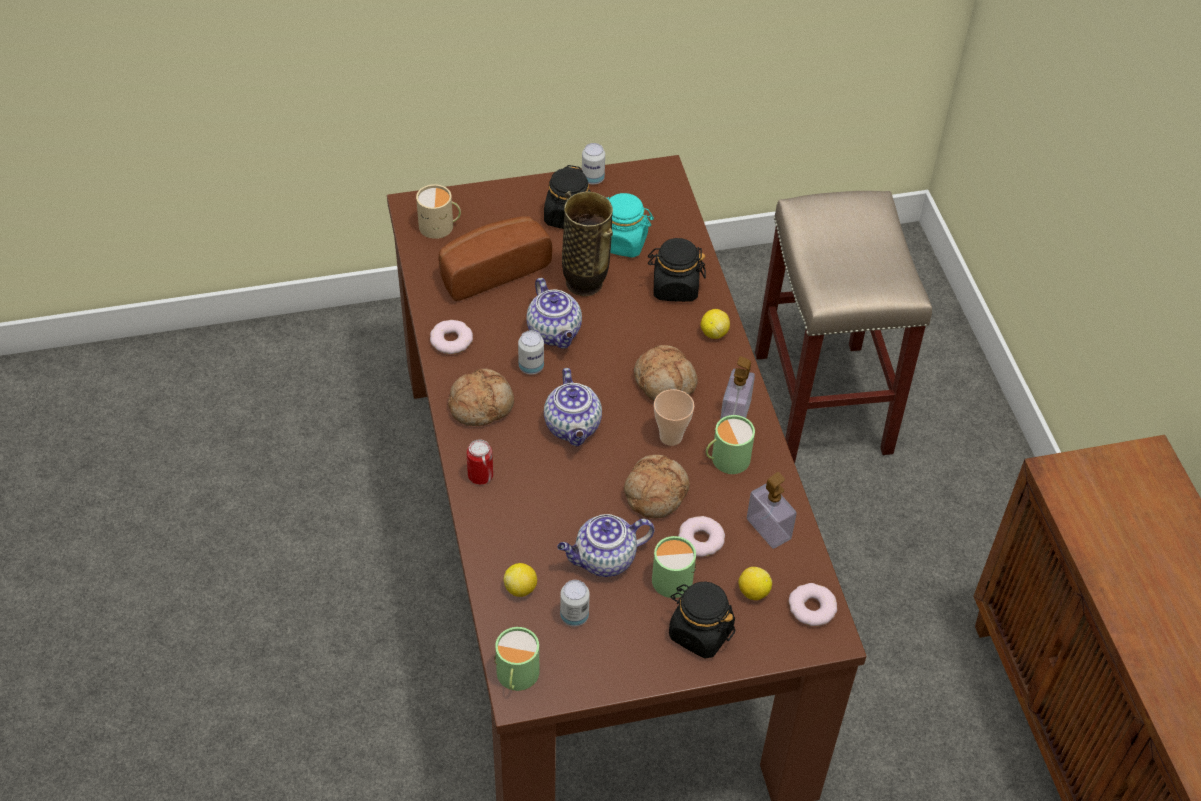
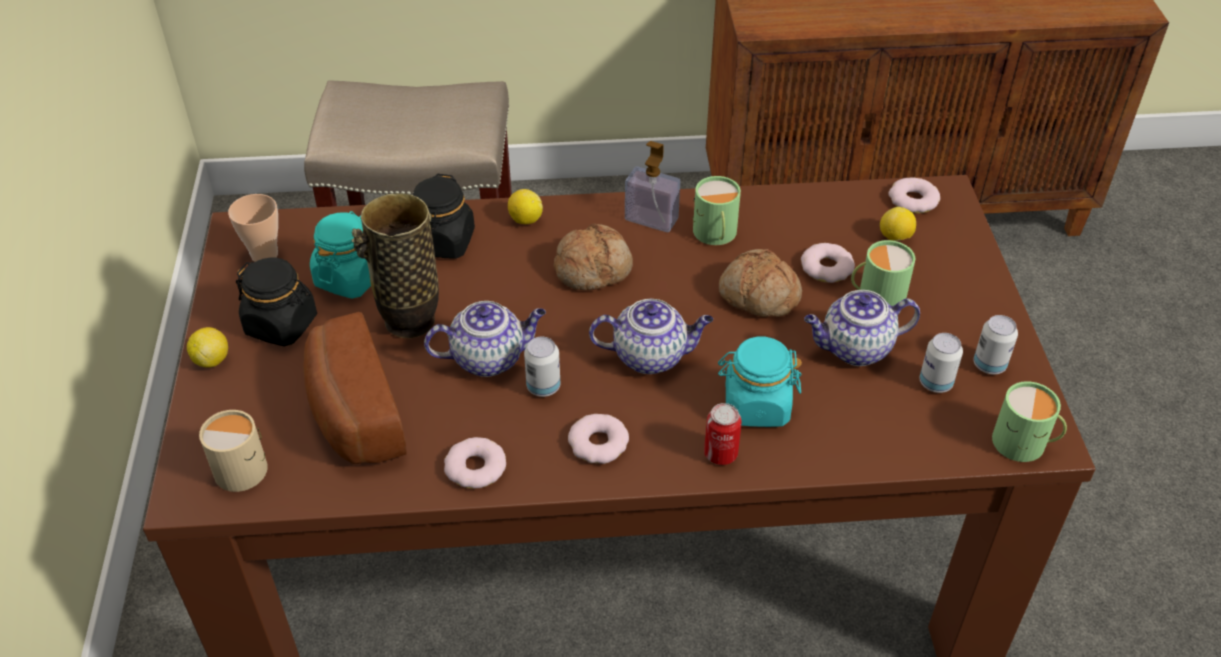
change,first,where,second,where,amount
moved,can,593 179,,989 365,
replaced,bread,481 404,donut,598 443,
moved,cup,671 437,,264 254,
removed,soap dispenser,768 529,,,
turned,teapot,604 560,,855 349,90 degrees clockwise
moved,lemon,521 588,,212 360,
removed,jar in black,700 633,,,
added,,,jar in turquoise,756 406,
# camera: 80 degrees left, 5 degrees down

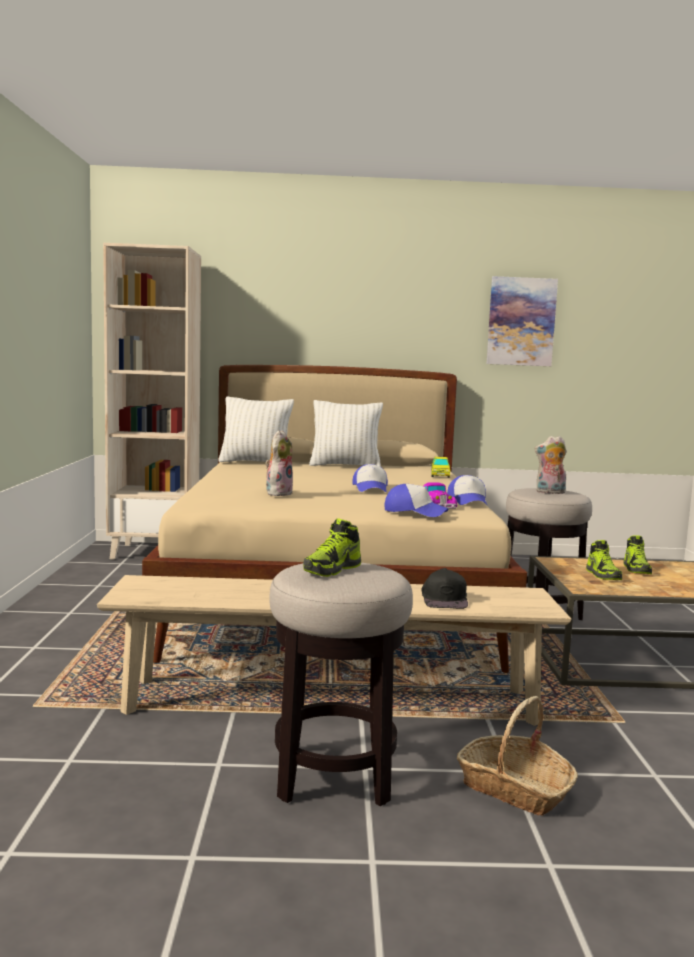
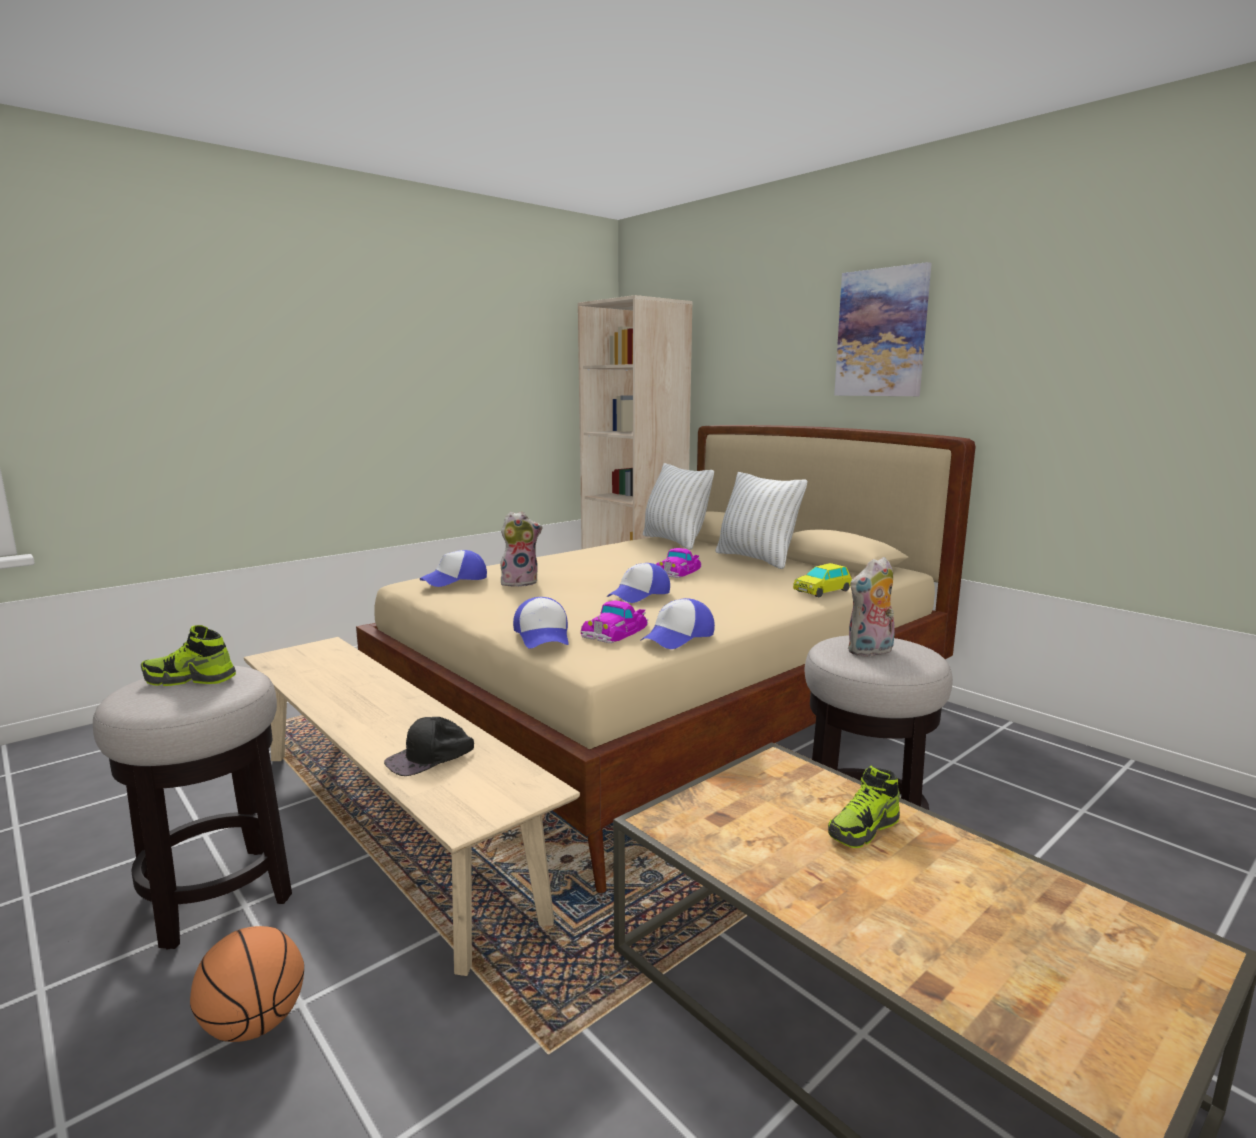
change,first,where,second,where,amount
moved,picture,521 321,,881 333,
turned,plush toy,550 492,,870 652,75 degrees counterclockwise
removed,shoe,603 575,,,
replaced,basket,515 788,basketball,254 1024,
added,,,toy car,678 571,
added,,,cap,455 580,
# camera: 50 degrees right, 5 degrees up

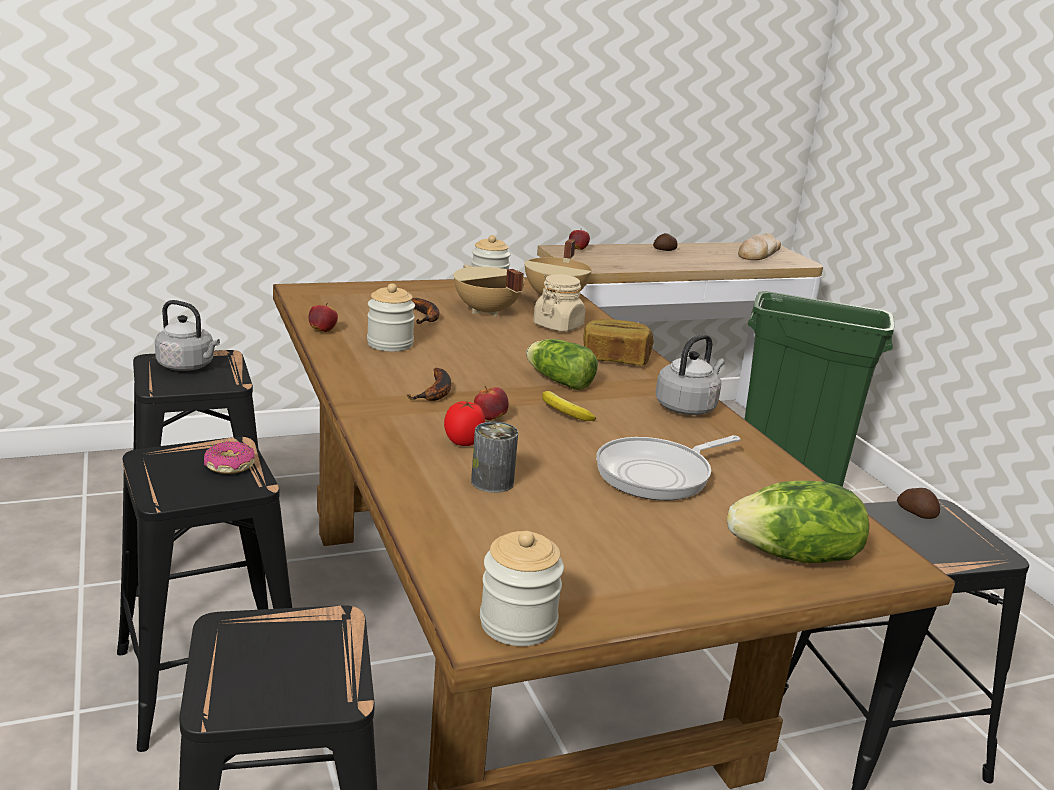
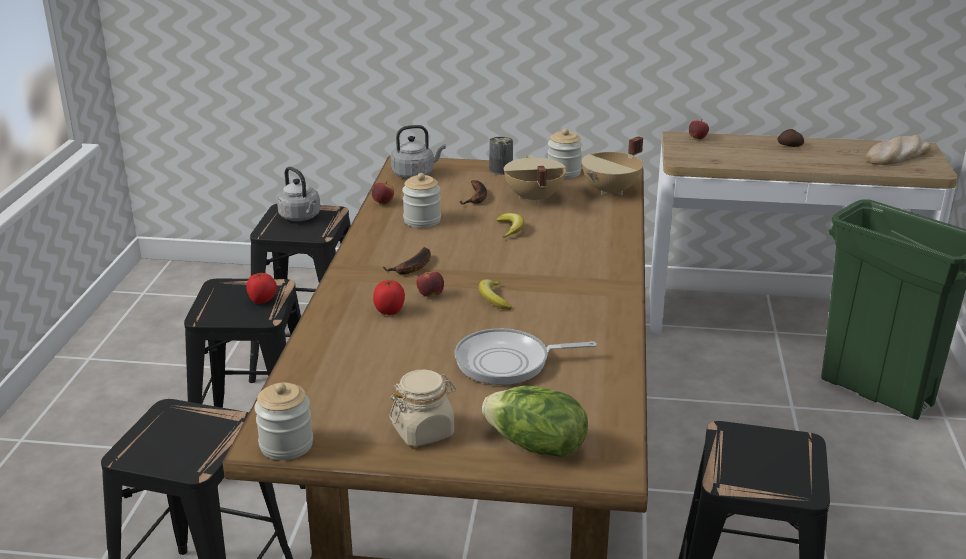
change,first,where,second,where,amount
moved,jar in beige,558 326,,423 431,
removed,bread,614 359,,,
moved,kettle in grey,687 407,,415 174,
removed,lettuce,557 380,,,
moved,can,492 482,,501 170,
replaced,donut,229 466,tomato,262 301,
removed,potato,916 513,,,
added,,,banana,510 229,
# camera: 30 degrees right, 5 degrees up

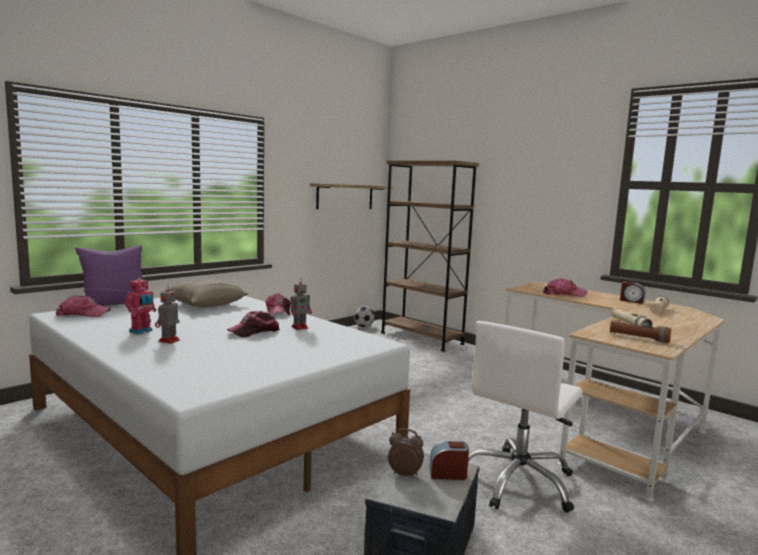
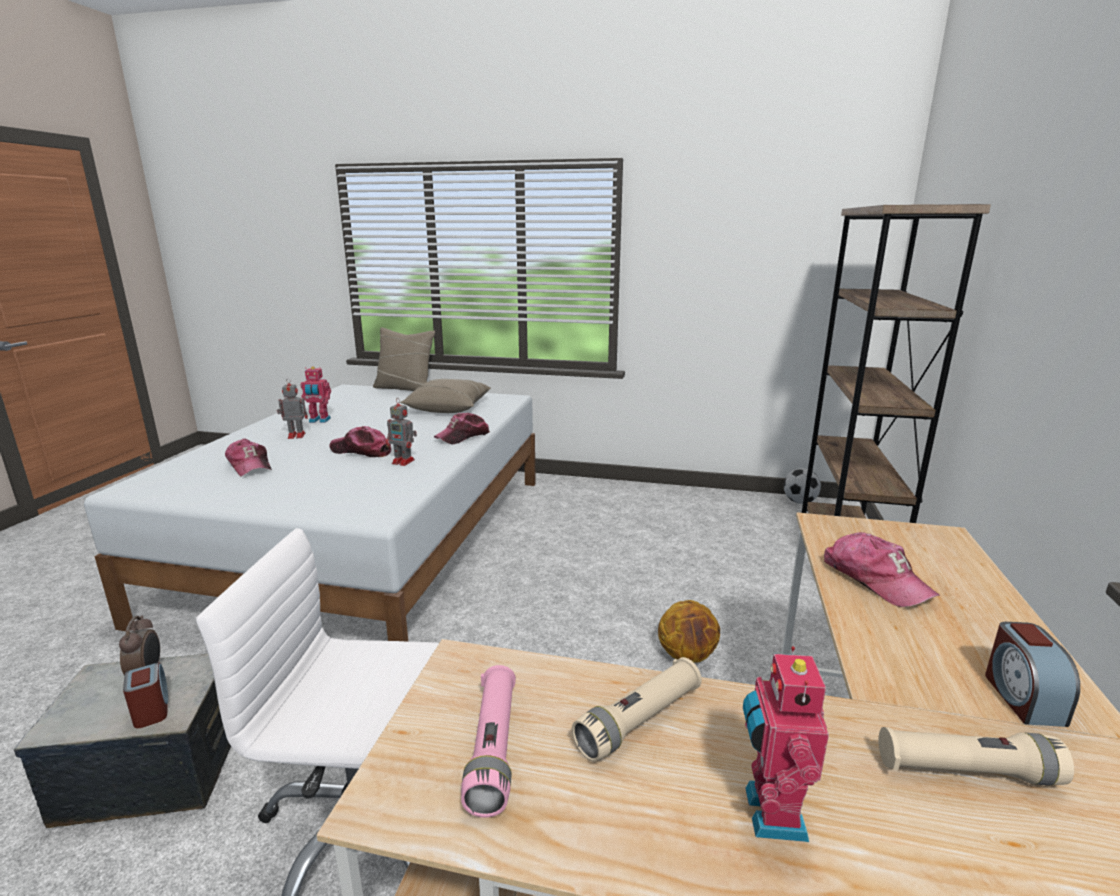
change,first,where,second,where,amount
removed,shelf,345 196,,,
recoloured,pillow in purple,115 303,pillow in beige,405 388,
moved,cap,83 314,,250 465,
recoloured,flashlight in brown,639 338,flashlight in pink,493 749,
added,,,basketball,687 656,
added,,,toy robot,770 813,
# camera: 60 degrees right, 10 degrees up

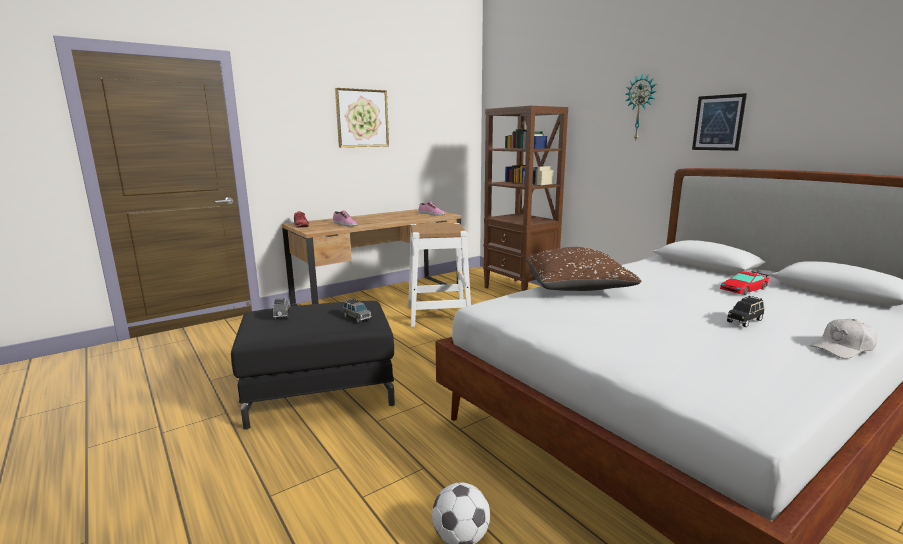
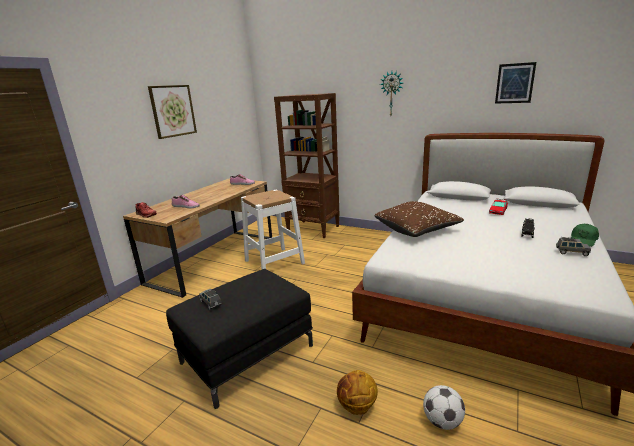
change,first,where,second,where,amount
moved,picture,718 123,,514 83,
moved,toy car in grey,356 318,,571 252,
recoloured,cap in white,842 348,cap in green,583 240,
added,,,basketball,357 406,
# camera: 25 degrees left, 5 degrees up

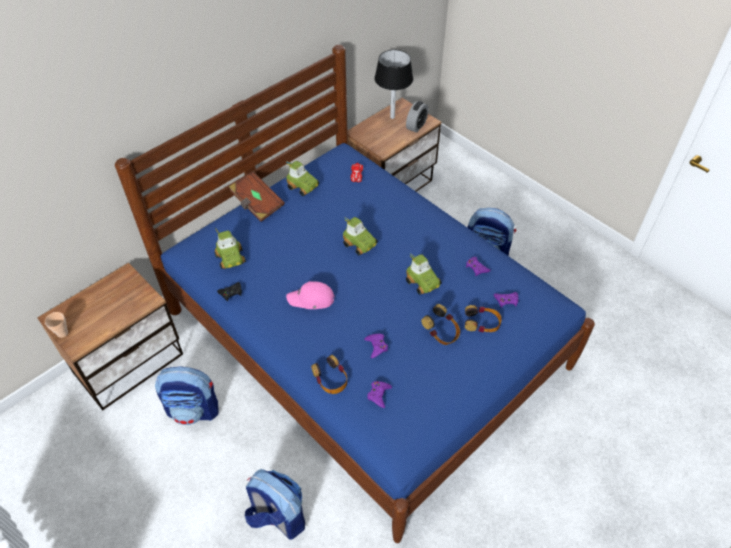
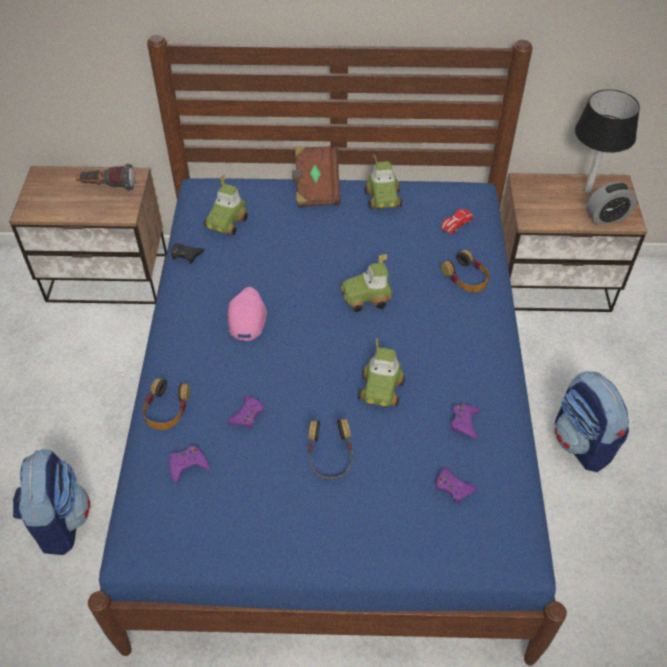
change,first,where,second,where,amount
turned,toy car,360 243,,366 298,75 degrees clockwise
turned,cap in pink,311 299,,246 317,45 degrees clockwise
moved,headphones,482 322,,466 277,
removed,cup,62 333,,,
removed,backpack,194 409,,,
added,,,flashlight,108 187,
# camera: 45 degrees right, 0 degrees up

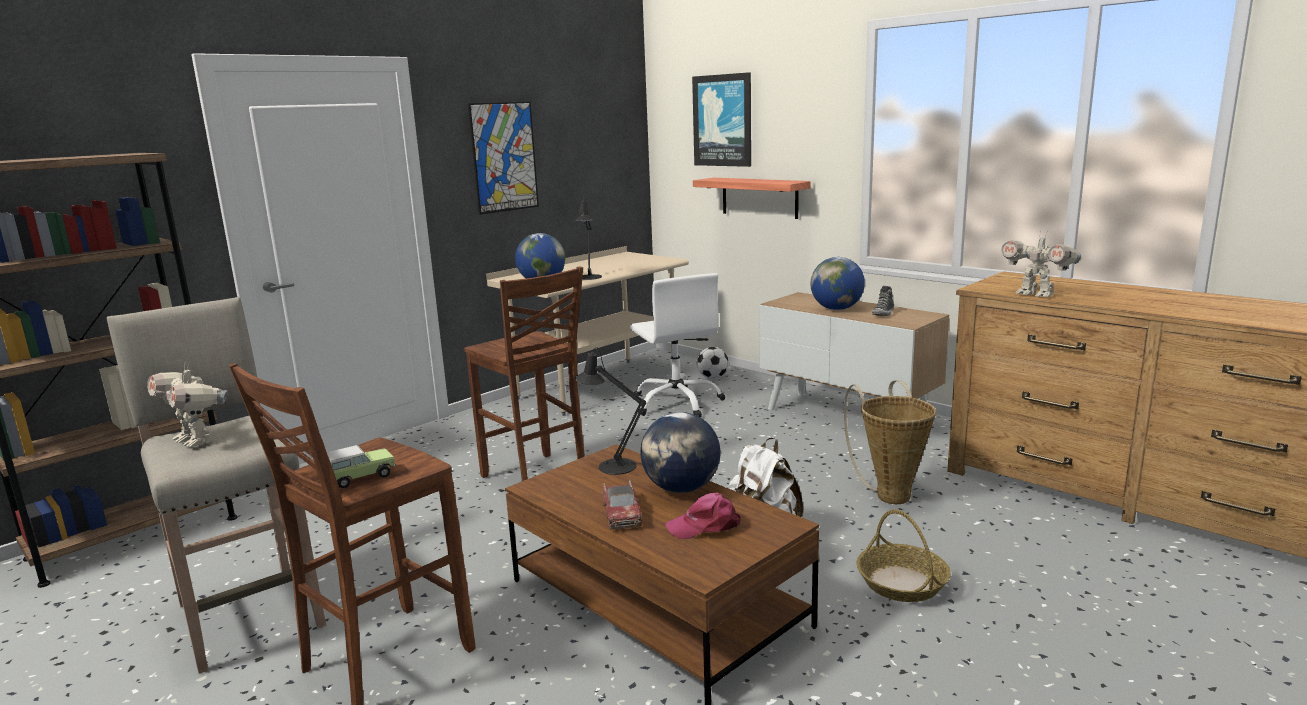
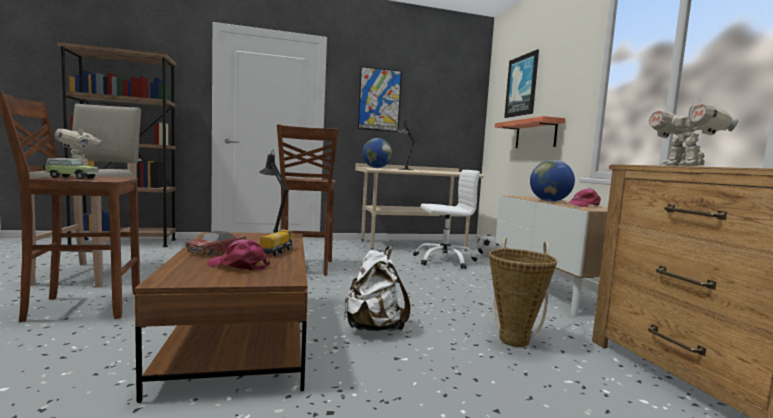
change,first,where,second,where,amount
turned,office chair in white,677 402,,444 260,105 degrees counterclockwise
replaced,shoe,883 313,cap in pink,582 205,
replaced,globe,681 489,toy truck,277 252,
removed,basket,902 583,,,
# camera: 30 degrees right, 10 degrees down

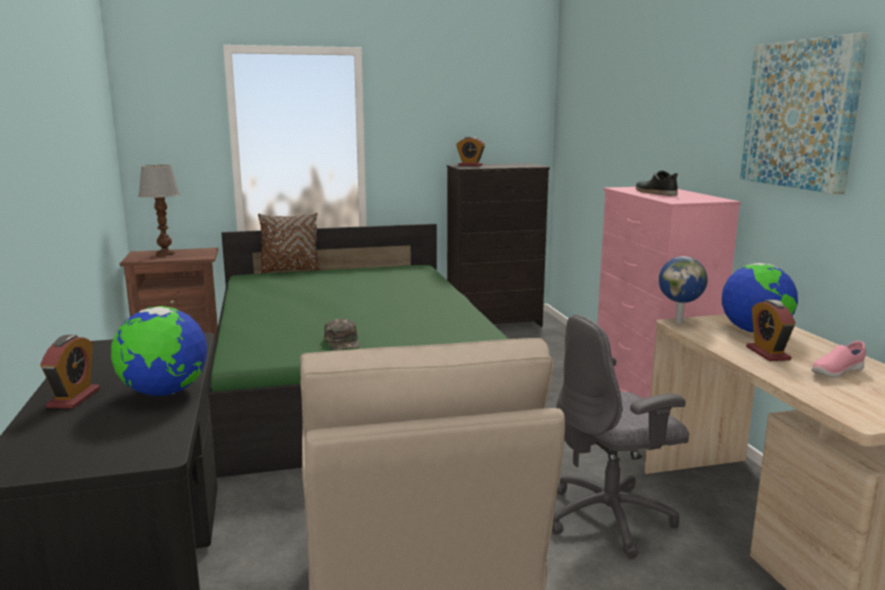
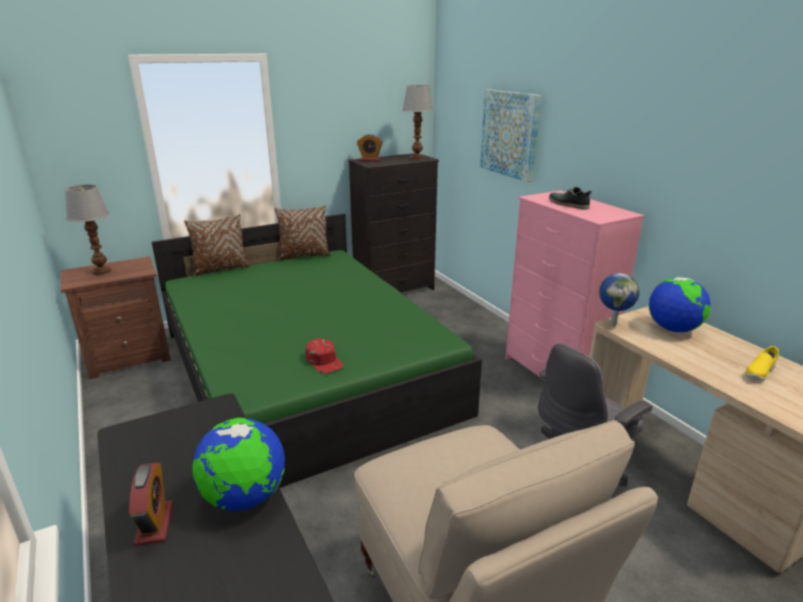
change,first,where,second,where,amount
moved,picture,800 114,,510 134,
removed,alarm clock,768 353,,,
recoloured,cap in green,343 342,cap in red,324 361,
recoloured,shoe in pink,836 373,shoe in yellow,759 373,
added,,,table lamp,416 158,
added,,,pillow in brown,304 256,
# camera: 15 degrees left, 10 degrees up

